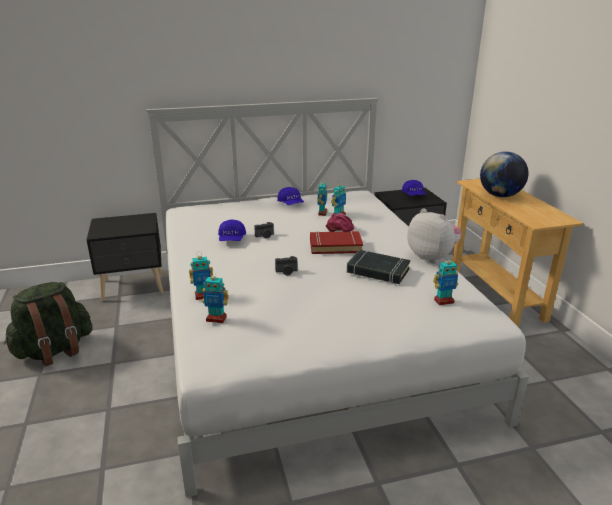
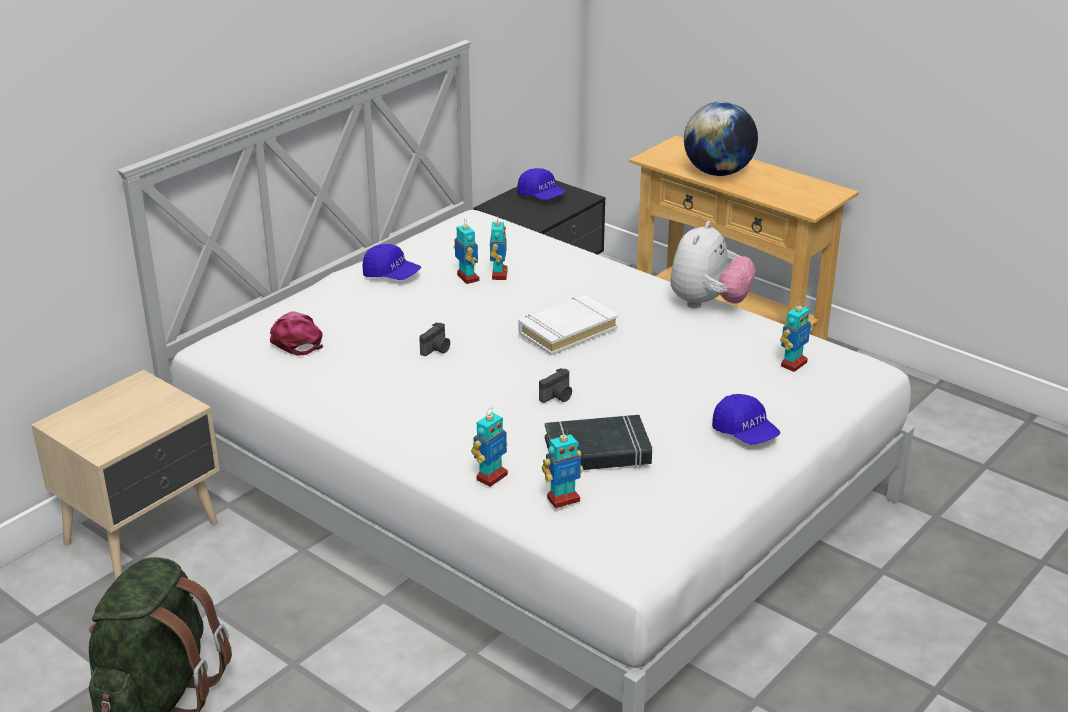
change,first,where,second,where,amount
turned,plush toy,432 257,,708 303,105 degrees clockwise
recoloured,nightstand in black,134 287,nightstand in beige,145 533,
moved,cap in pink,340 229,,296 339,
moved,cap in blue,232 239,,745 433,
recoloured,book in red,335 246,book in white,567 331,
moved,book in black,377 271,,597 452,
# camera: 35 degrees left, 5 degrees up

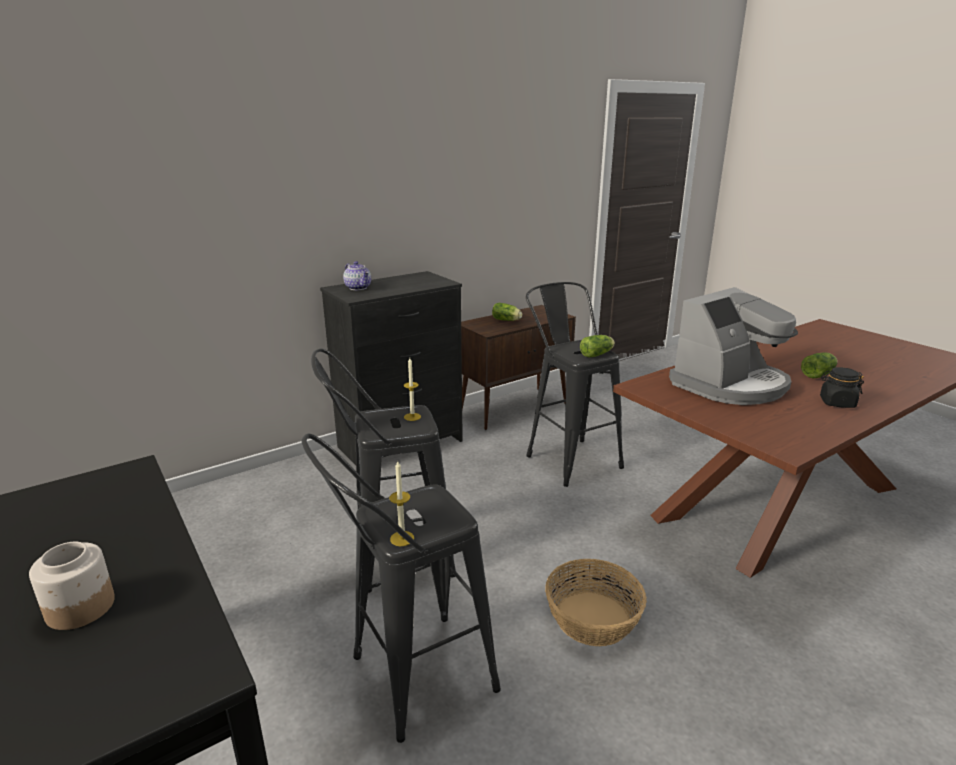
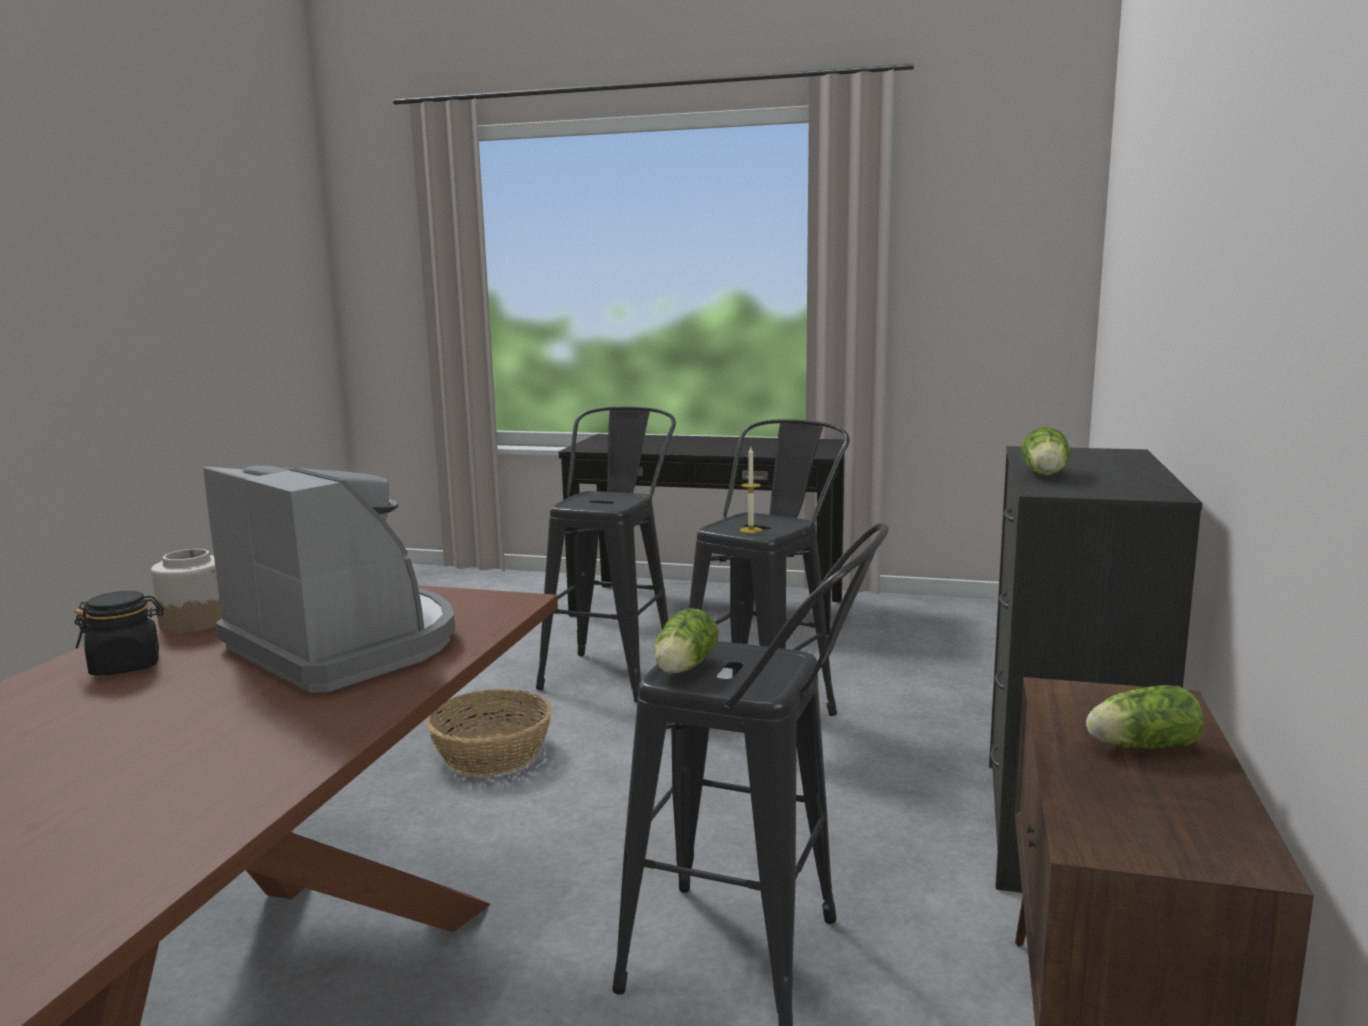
change,first,where,second,where,amount
removed,teapot,358 288,,,
turned,coffee machine,730 385,,346 644,120 degrees clockwise
moved,lettuce,819 374,,1044 475,
removed,candle,402 538,,,
moved,jar,79 608,,195 622,
# camera: 140 degrees right, 10 degrees down

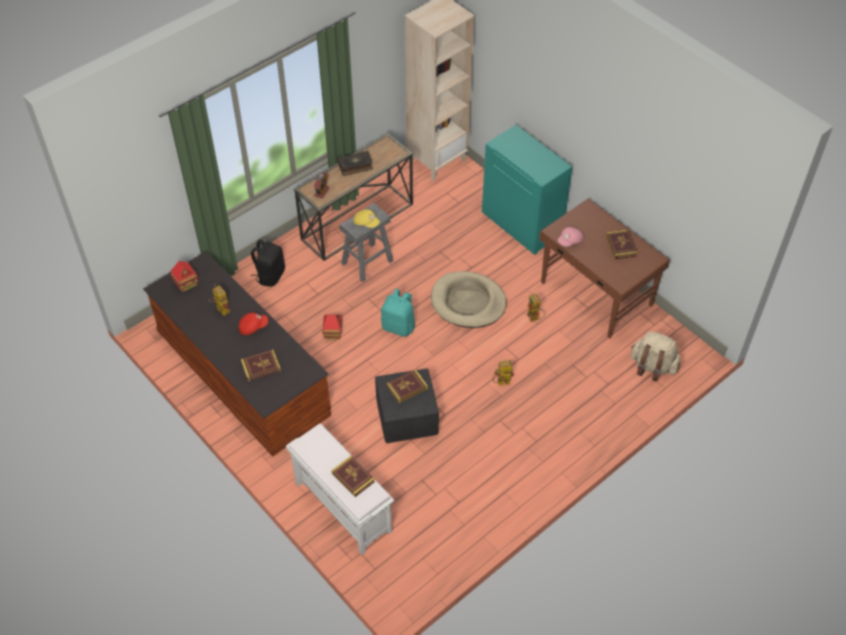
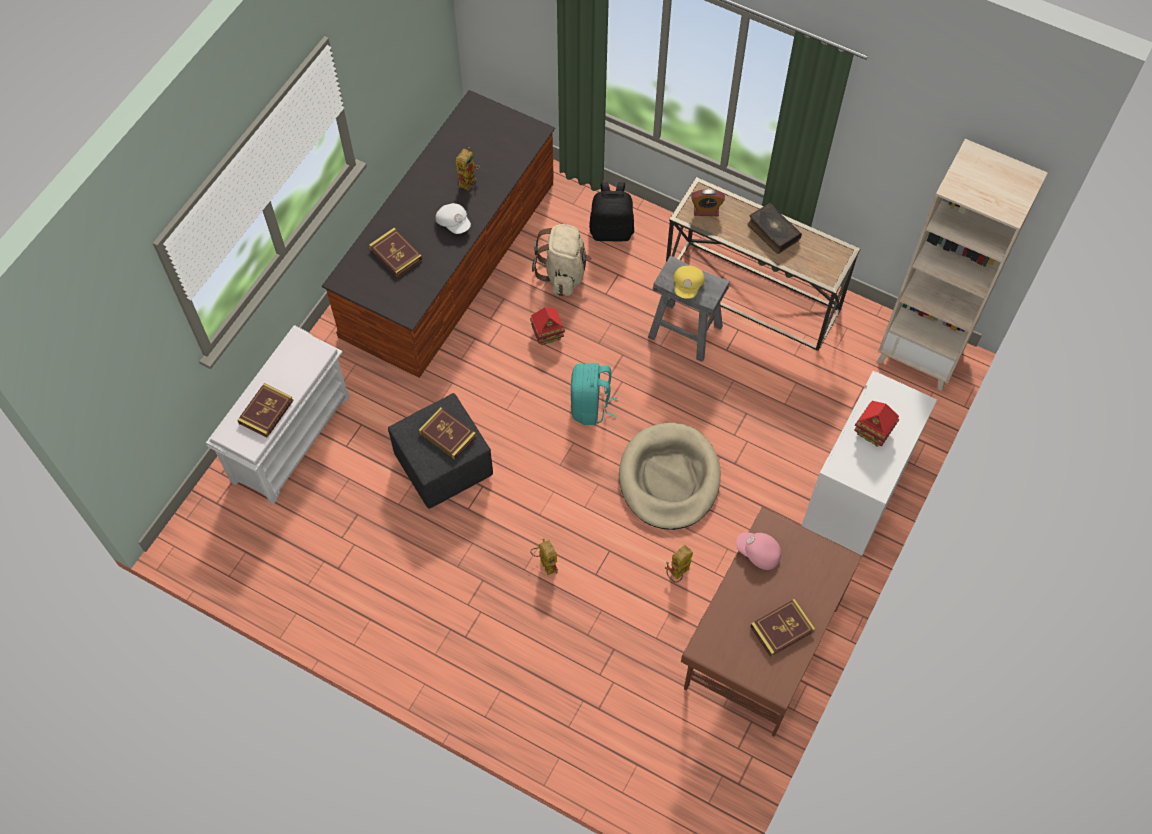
change,first,where,second,where,amount
recoloured,cabinet in turquoise,522 224,cabinet in white,851 506,
moved,toy house,186 284,,873 432,
recoloured,cap in red,253 327,cap in white,454 223,
moved,backpack in beige,652 366,,563 273,
# camera: 70 degrees right, 10 degrees up

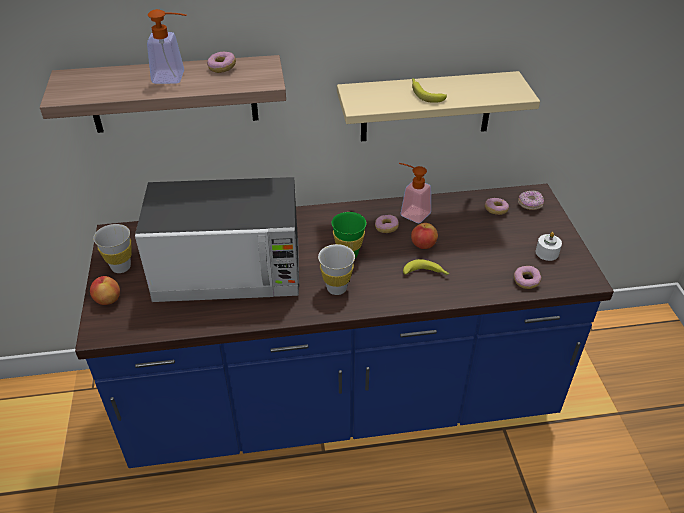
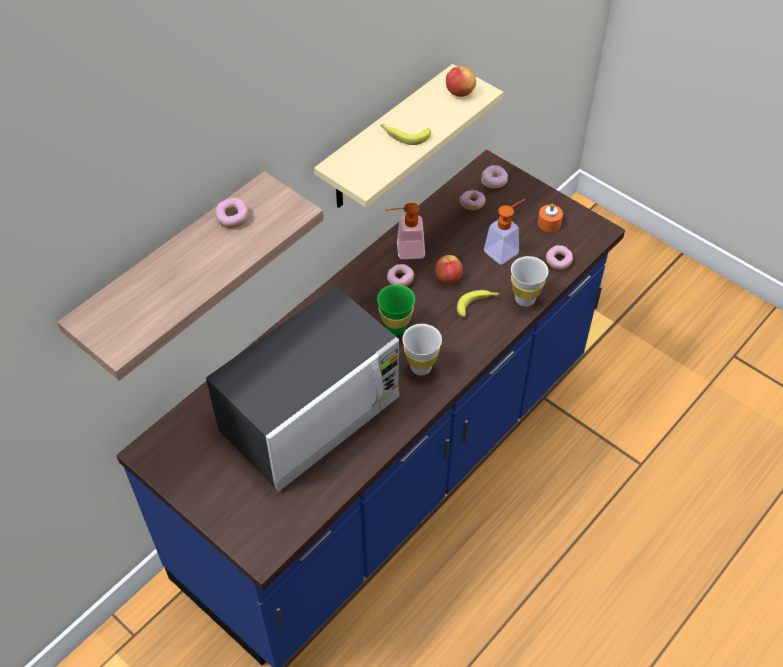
change,first,where,second,where,amount
moved,soap dispenser,175 77,,505 250,
moved,cup in white,121 267,,525 299,
recoloured,candle in white,547 253,candle in orange,549 223,
moved,apple,108 300,,459 92,
# camera: 40 degrees left, 10 degrees up

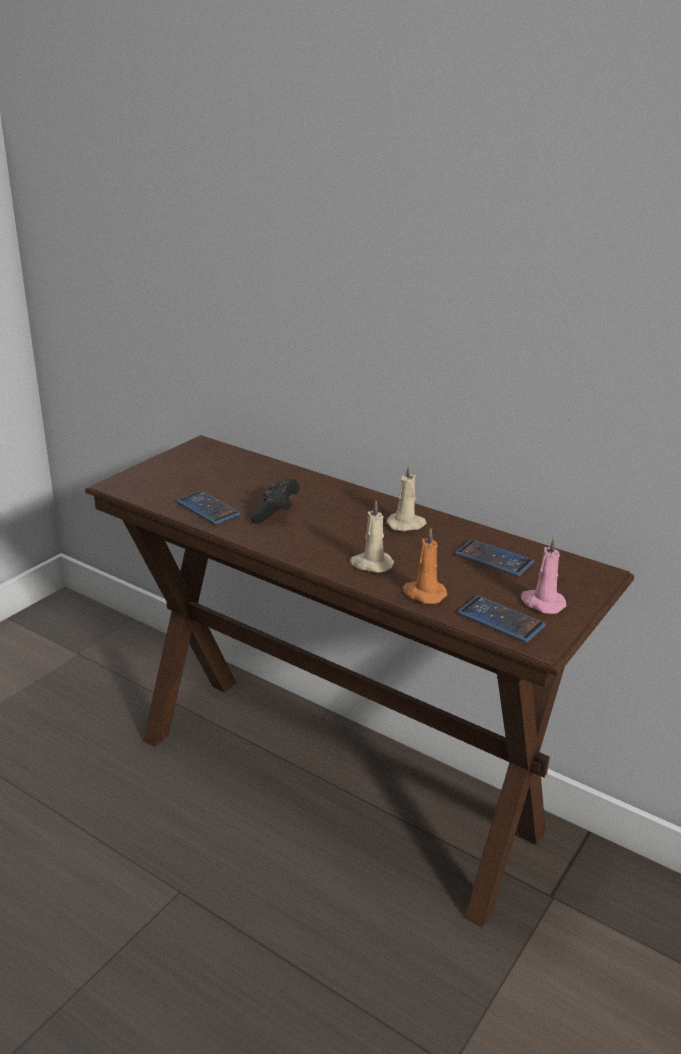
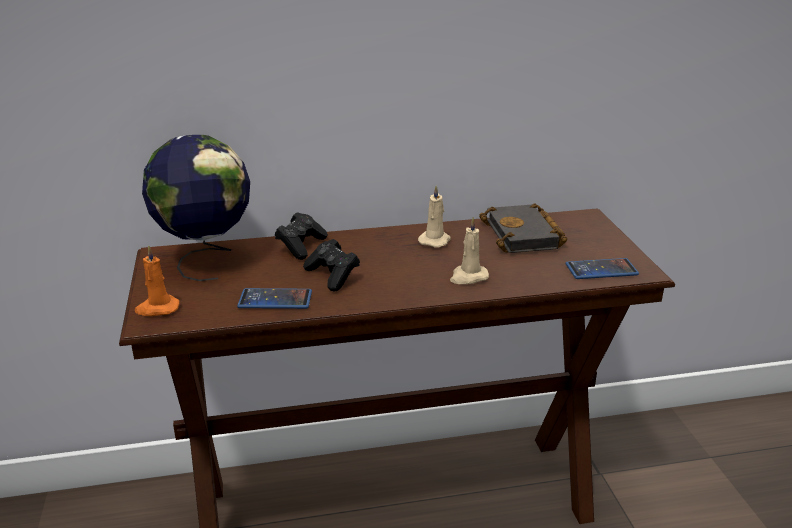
change,first,where,second,where,amount
moved,candle in orange,423 593,,157 308,
removed,candle in pink,541 603,,,
replaced,phone,494 559,book in black,525 236,
added,,,globe,206 259,
added,,,game controller in black,301 246,
# camera: 45 degrees left, 0 degrees up

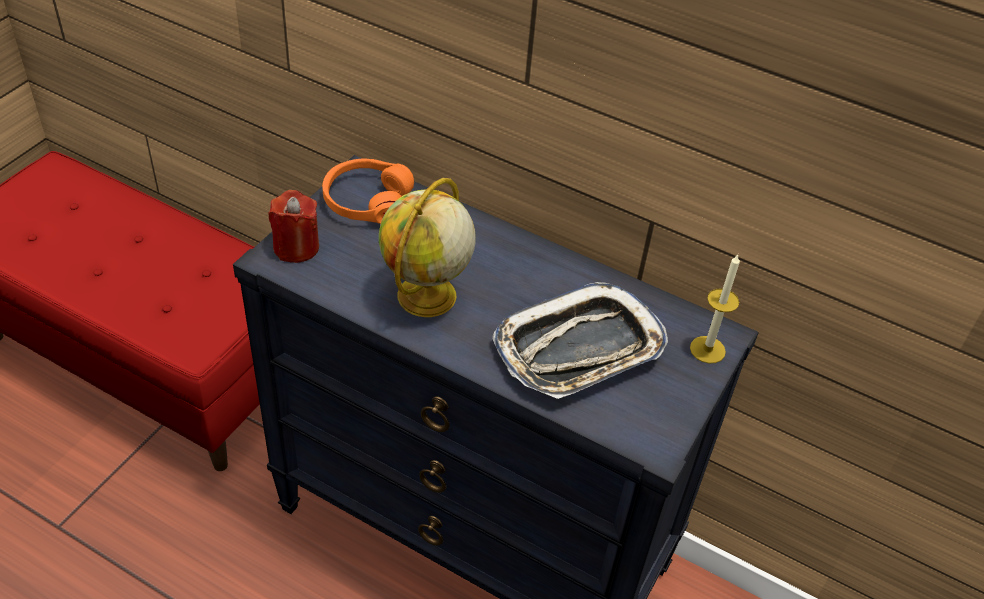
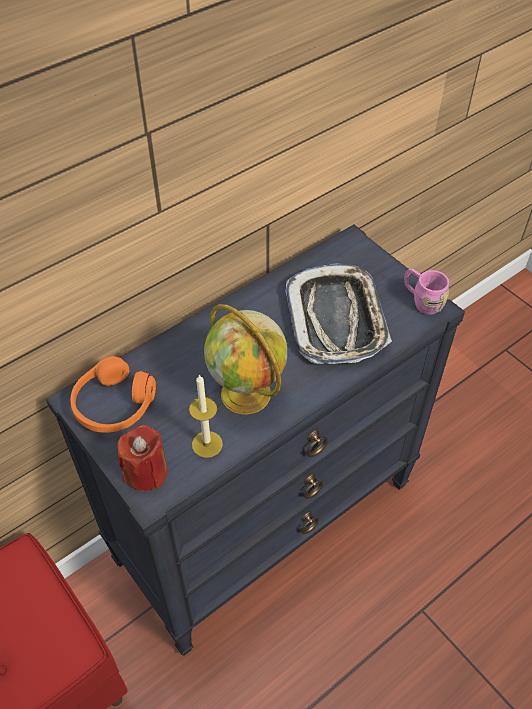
change,first,where,second,where,amount
moved,candle,707 349,,207 444,
added,,,mug in pink,421 301,
# camera: 65 degrees left, 5 degrees up

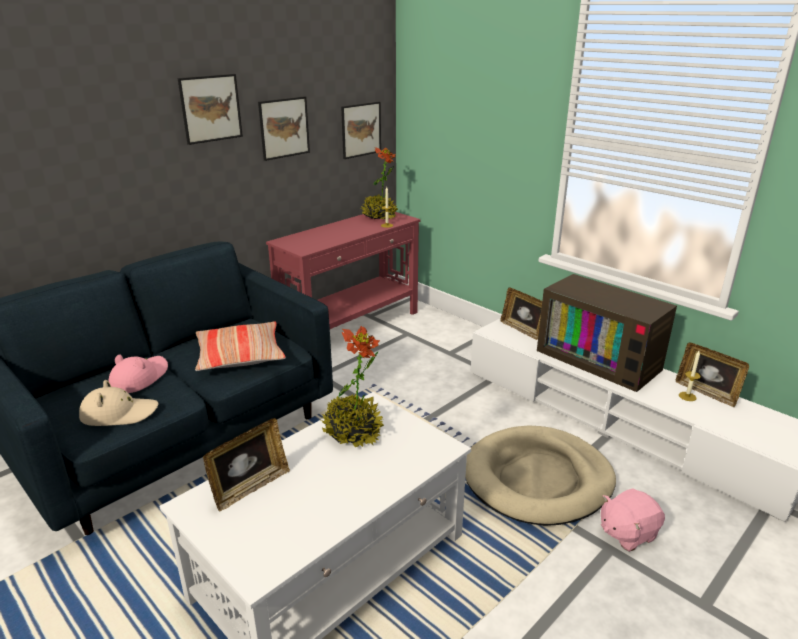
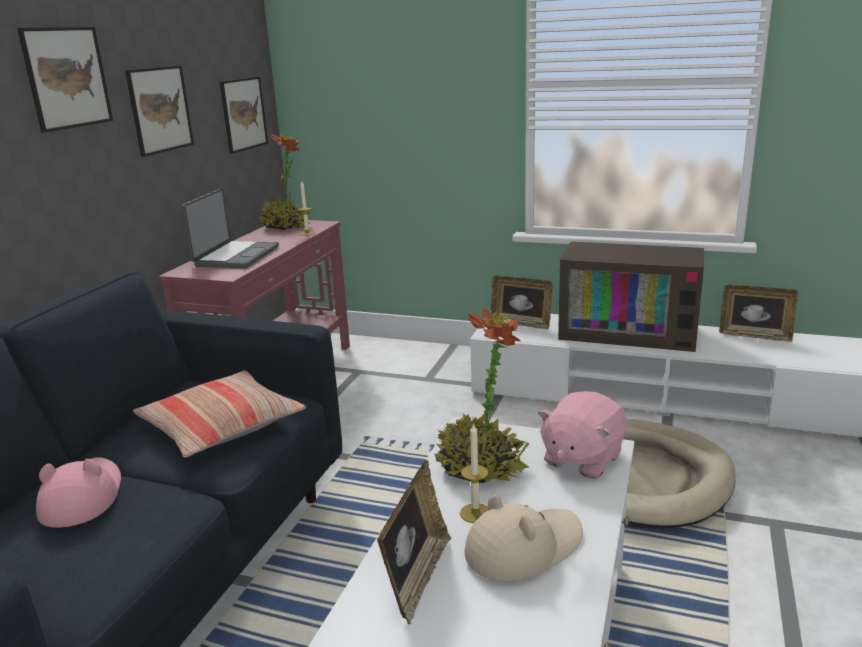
change,first,where,second,where,amount
moved,candle,687 396,,475 513,
moved,hat in beige,119 413,,523 547,
moved,plush toy in pink,627 533,,581 459,
added,,,laptop,235 256,
# camera: 25 degrees left, 5 degrees down

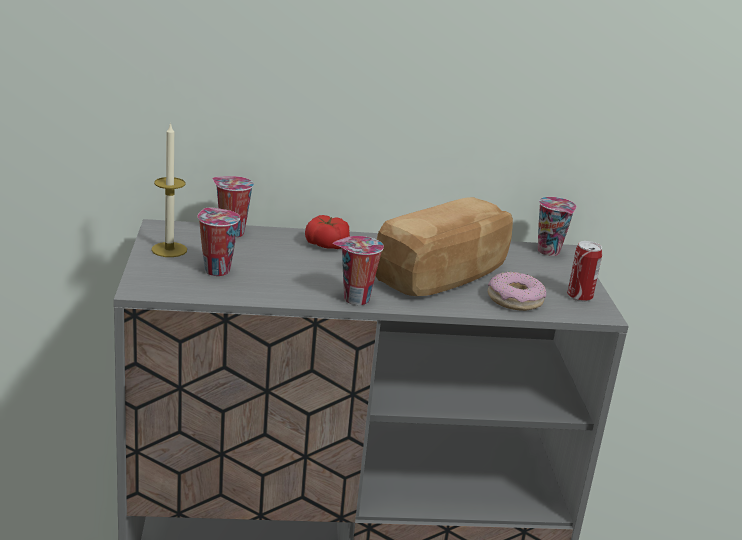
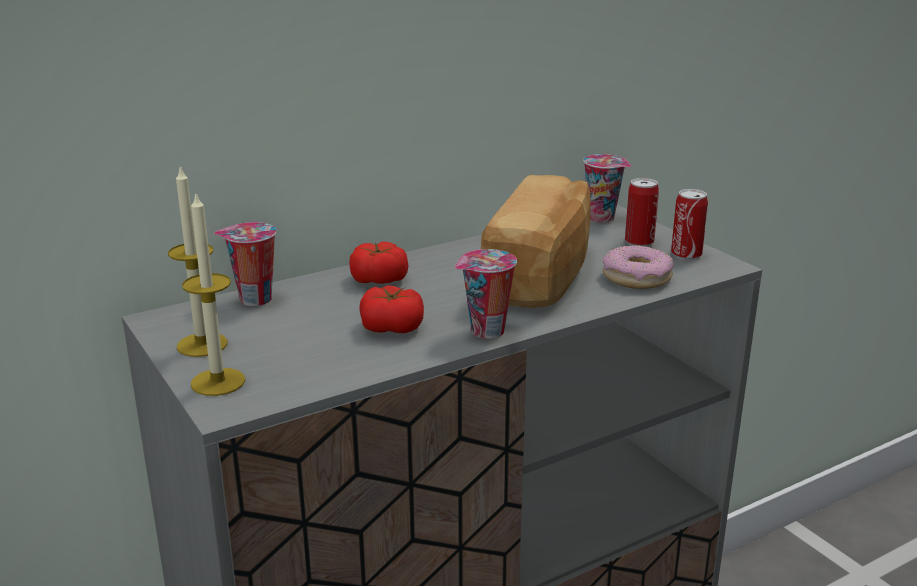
change,first,where,second,where,amount
removed,cup,215 270,,,
added,,,can,639 242,
added,,,candle,218 382,
added,,,tomato,392 327,
# camera: 25 degrees left, 0 degrees up

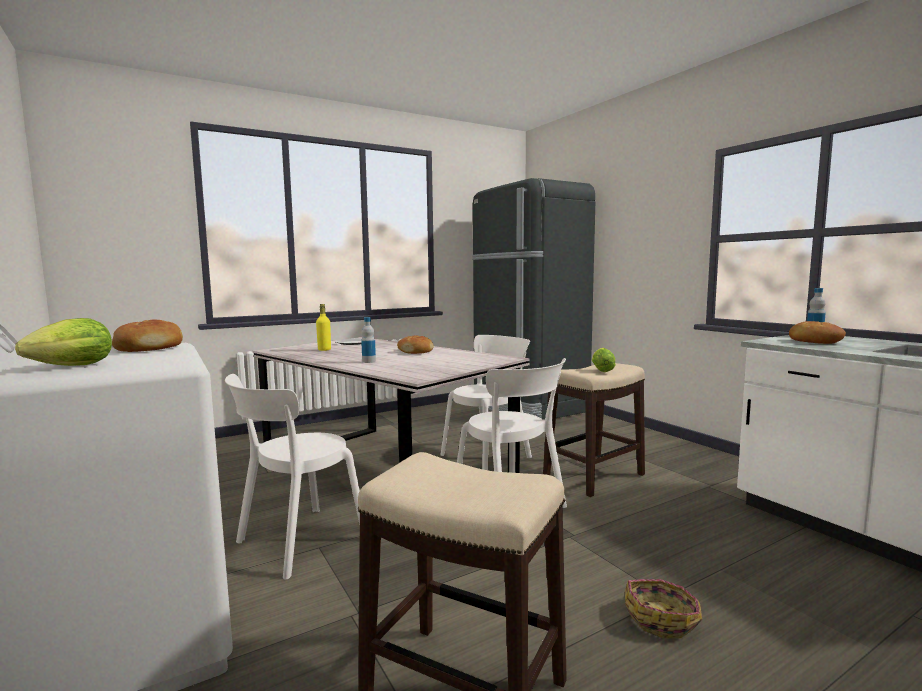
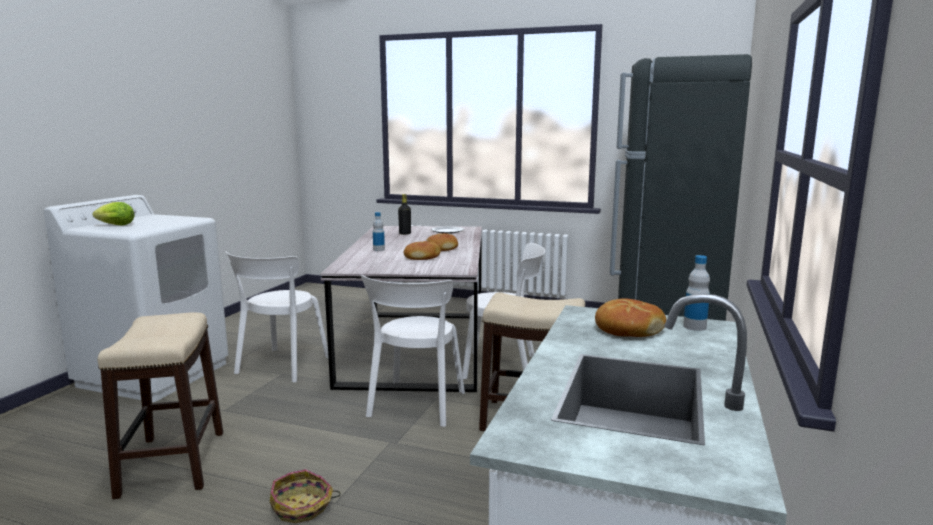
change,first,where,second,where,amount
recoloured,bottle in yellow,324 350,bottle in black,405 233,
moved,bread,150 348,,422 257,
removed,lettuce,601 370,,,
turned,chair in white,297 542,,281 366,75 degrees counterclockwise
# camera: 50 degrees right, 5 degrees up

